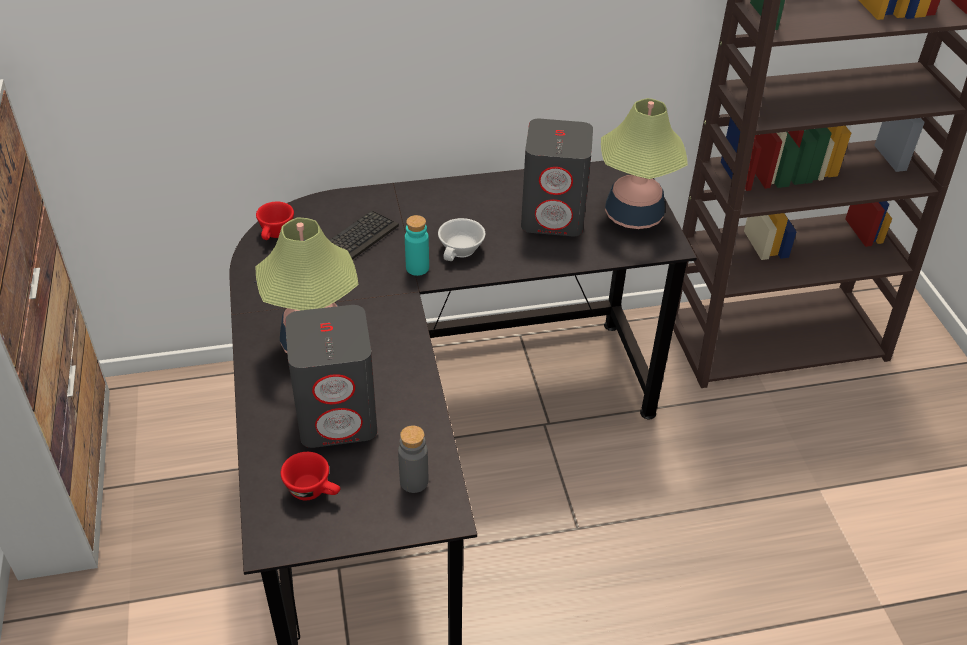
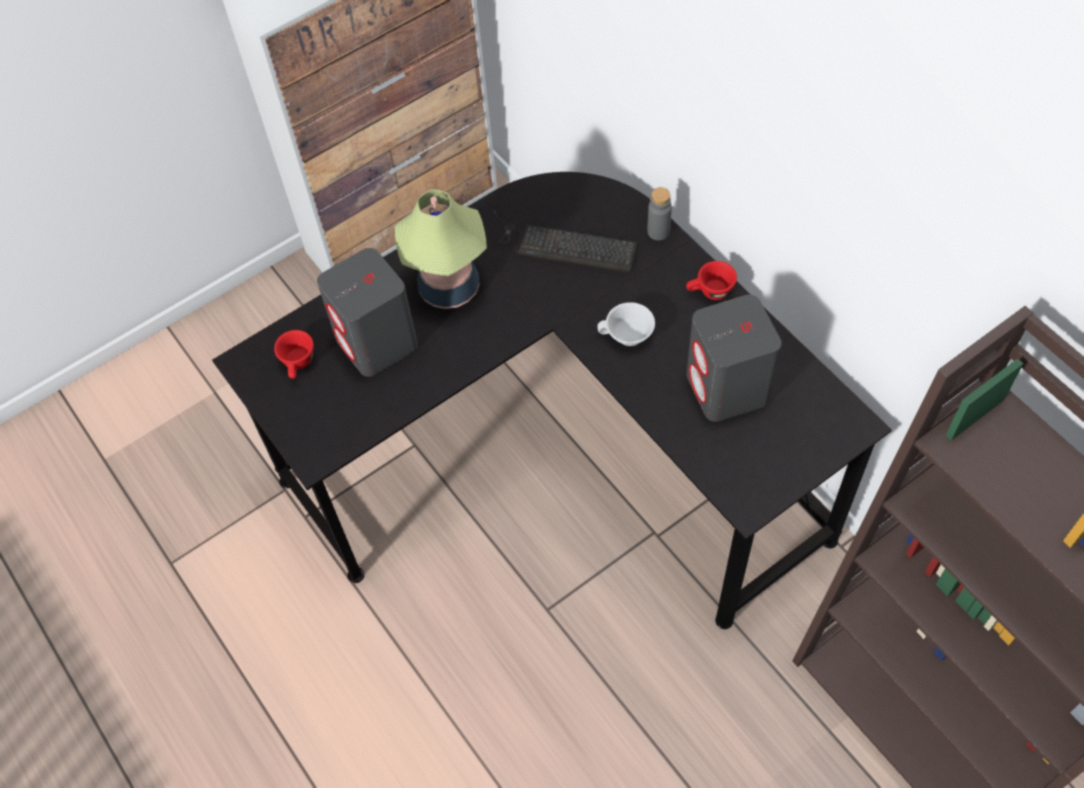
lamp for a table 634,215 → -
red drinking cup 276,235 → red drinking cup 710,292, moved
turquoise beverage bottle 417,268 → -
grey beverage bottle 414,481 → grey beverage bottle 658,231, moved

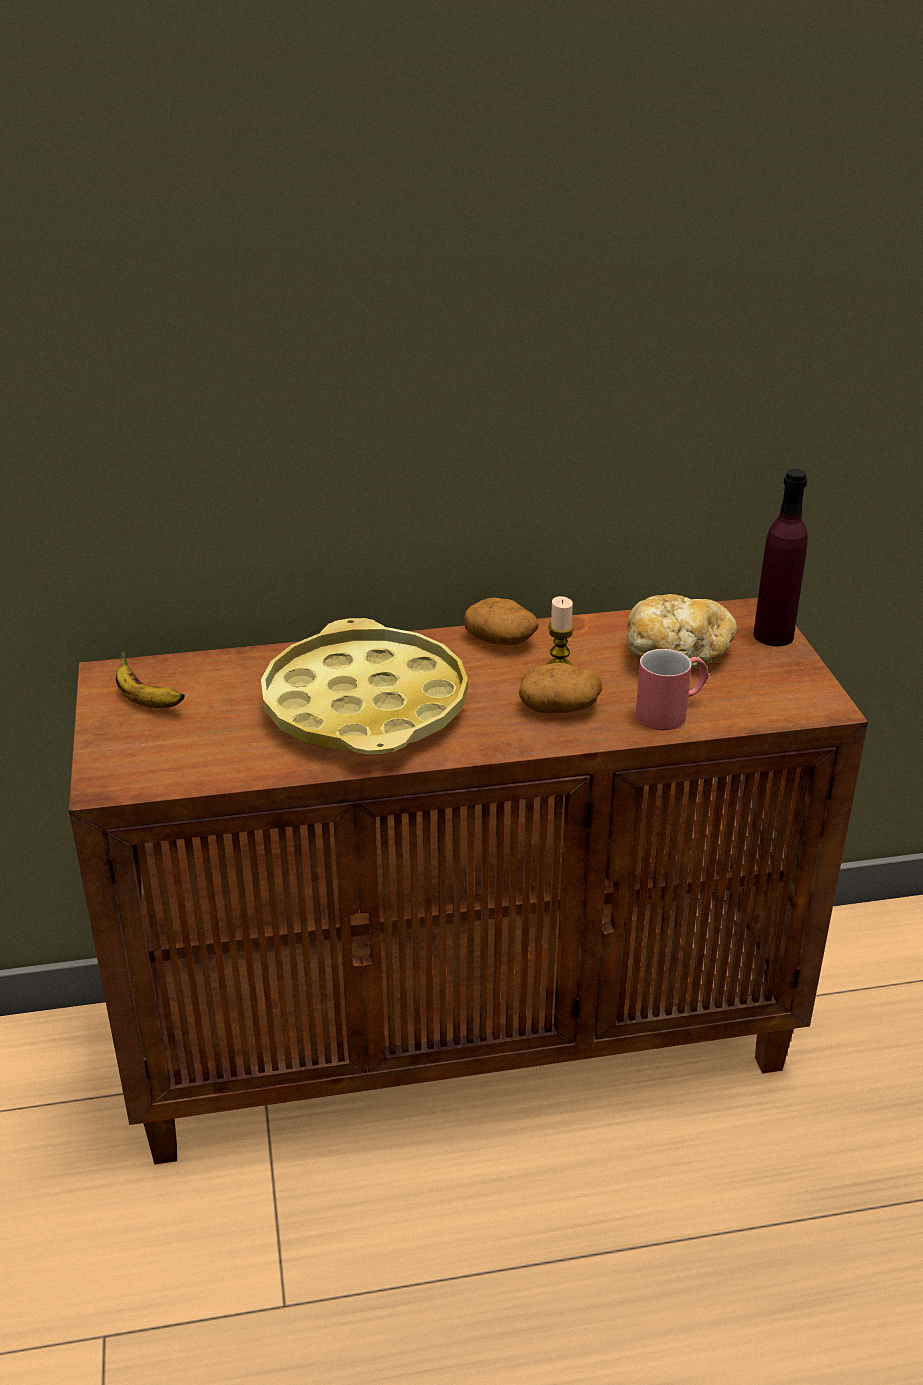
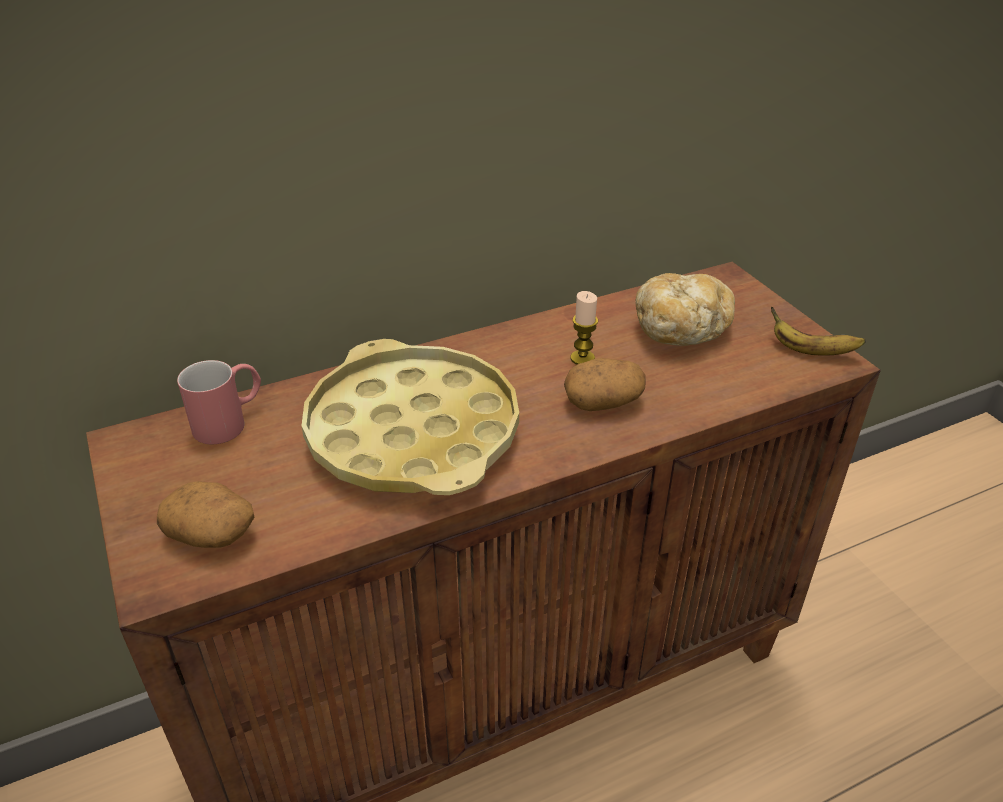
purple-coloured beverage bottle 773,636 → -
whole potato 501,640 → whole potato 212,533, moved
banana 146,702 → banana 810,351, moved
red coffee mug 671,712 → red coffee mug 230,421, moved

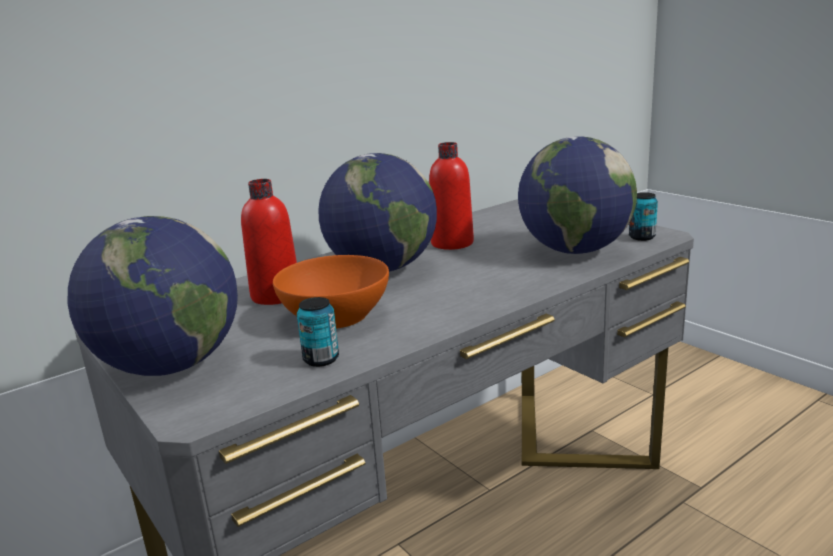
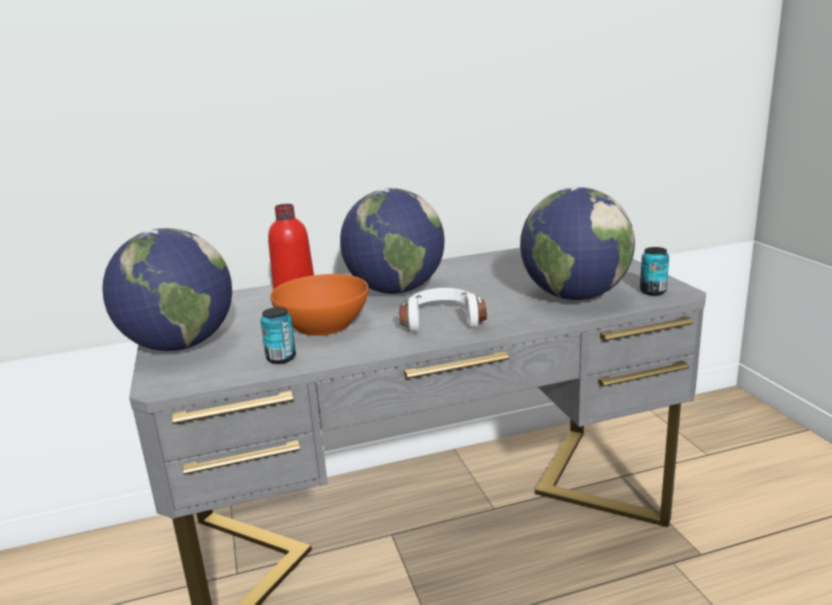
red beverage bottle 452,243 → -
- → whitish headphones 442,320

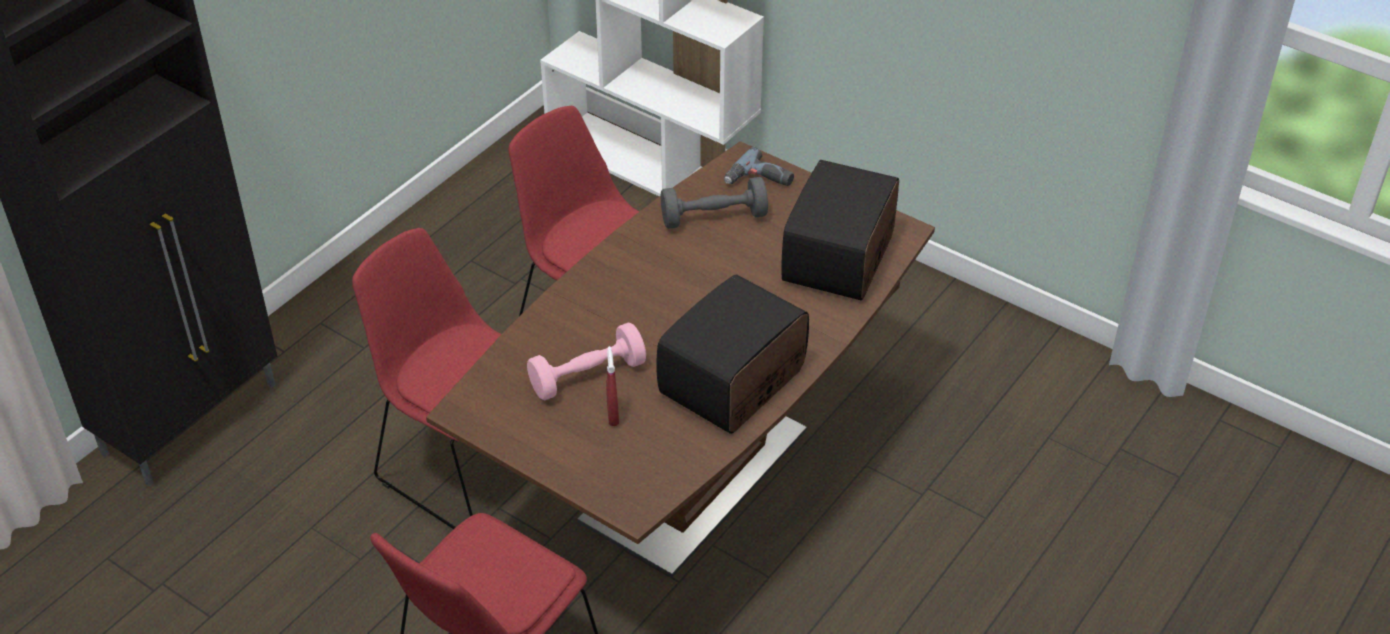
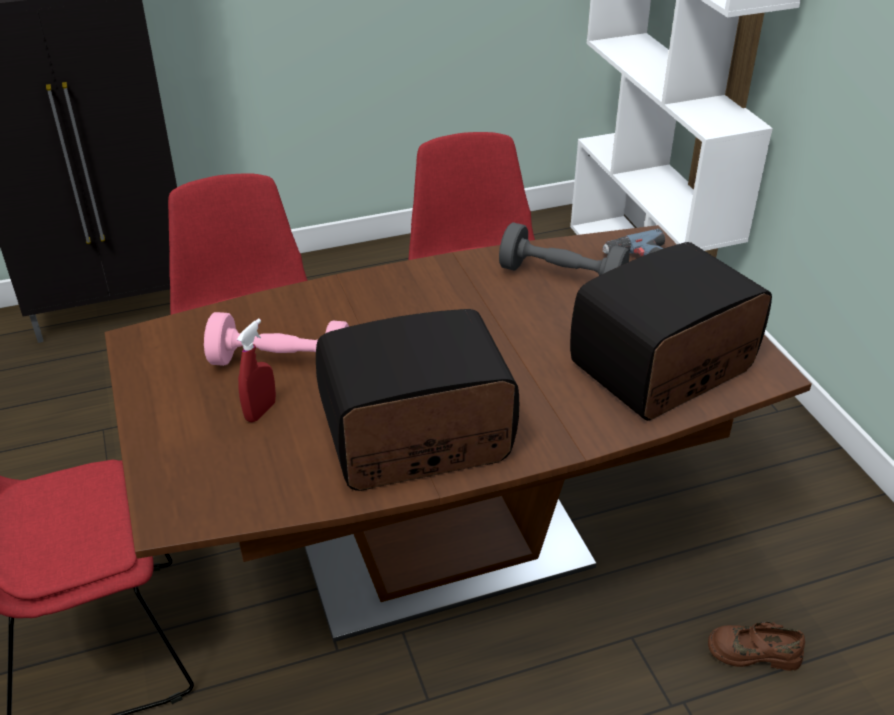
- → brown low shoe 753,651

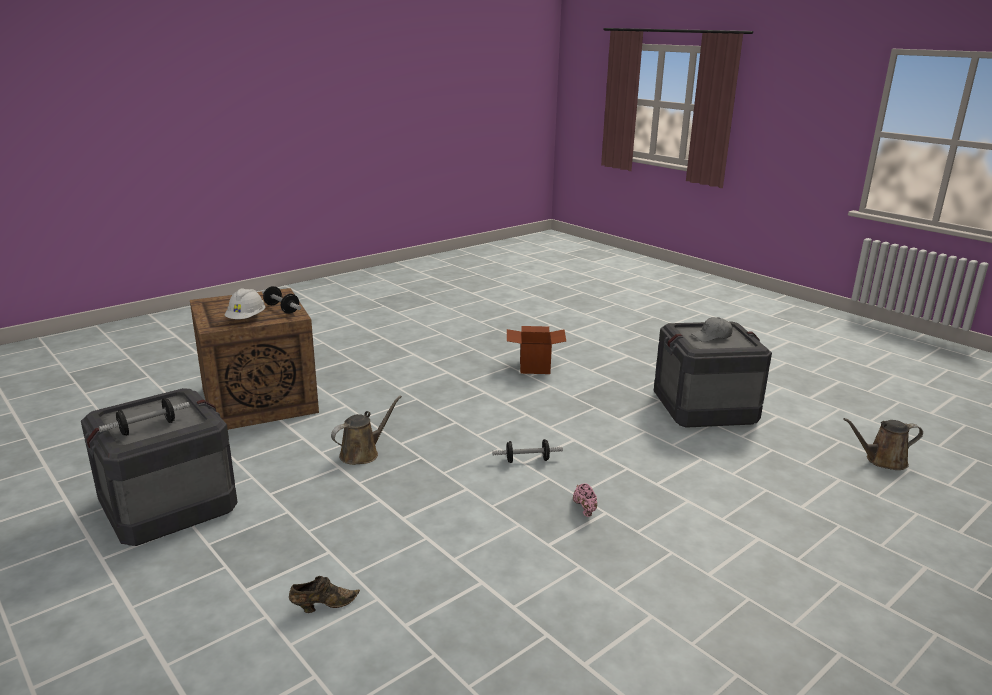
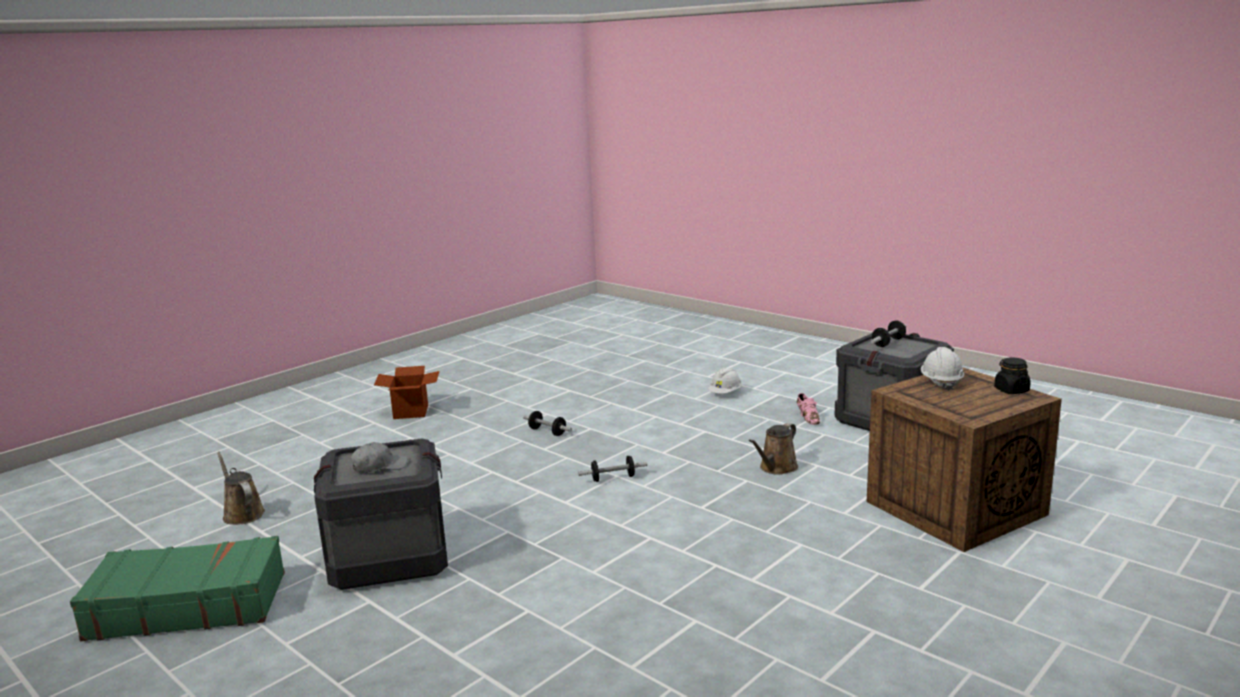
free weight 282,309 → free weight 547,432, moved
carton 535,367 → carton 410,412, moved
brown sprinkling can 882,461 → brown sprinkling can 242,513, 120 degrees counterclockwise
pink low shoe 584,508 → pink low shoe 808,418, moved
brown low shoe 323,605 → whitish work helmet 725,393
- → blackish storage jar 1011,390
- → green-coloured piece of luggage 188,605

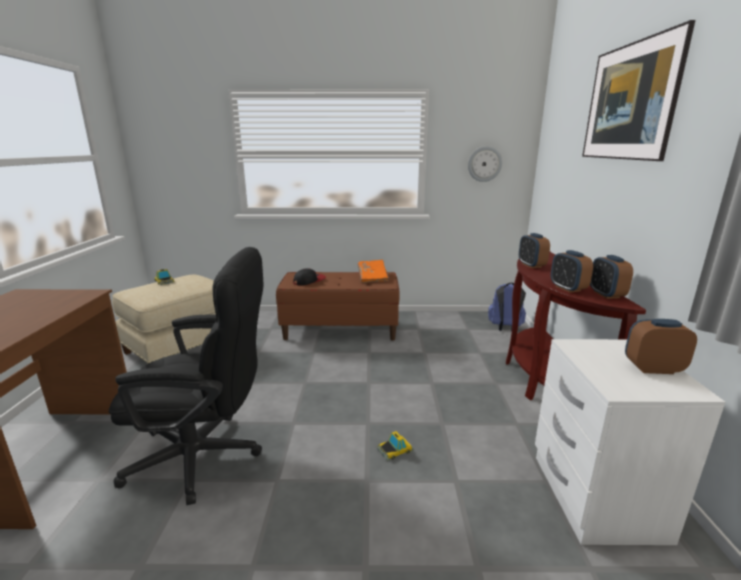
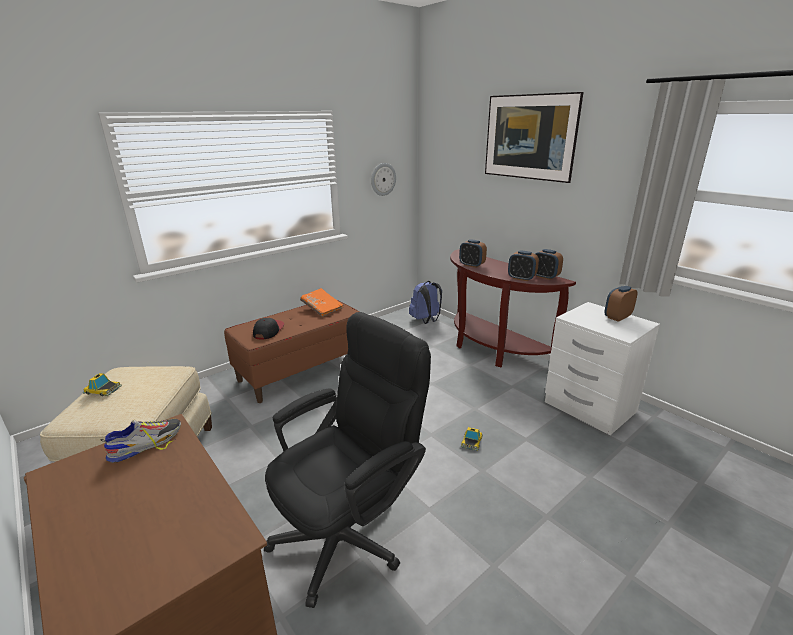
- → low shoe 147,443

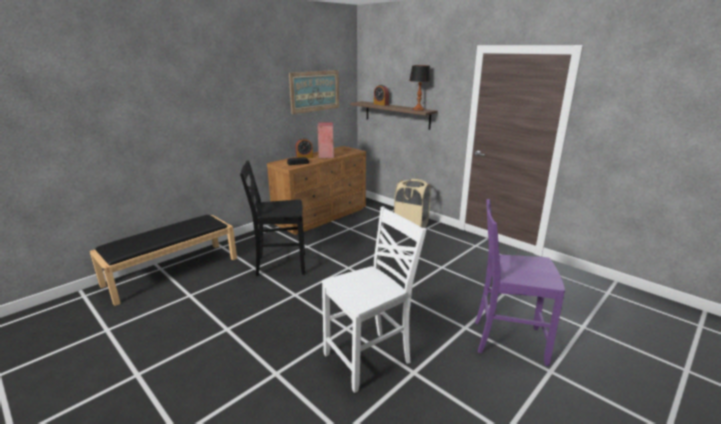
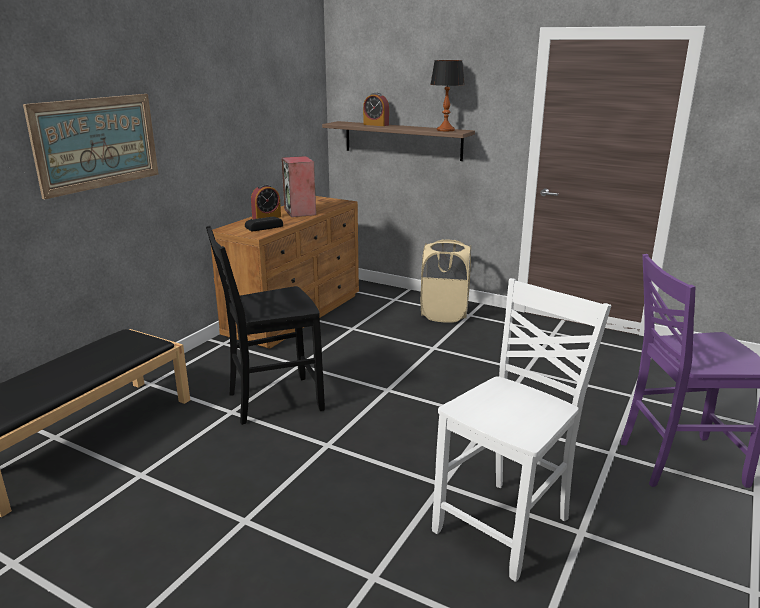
wall picture 315,91 → wall picture 97,143, moved

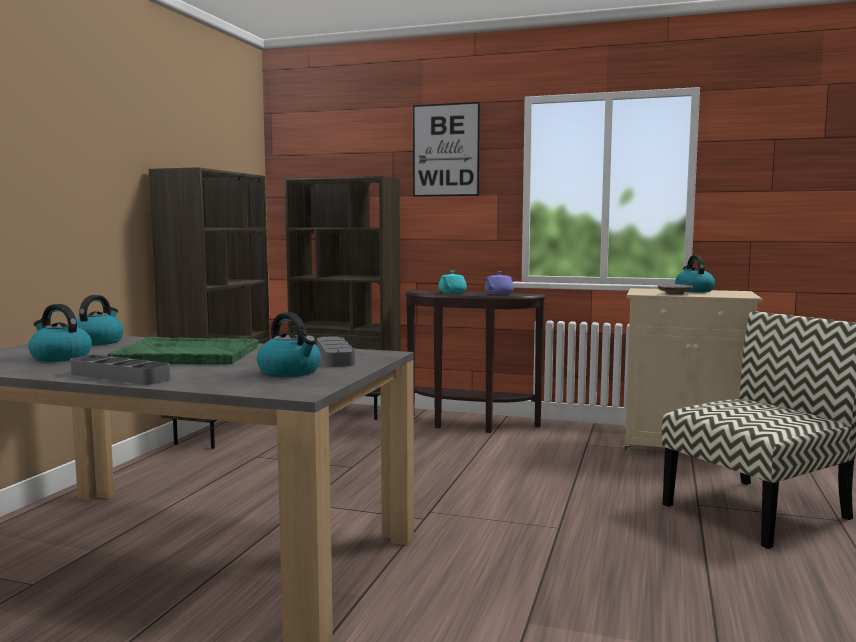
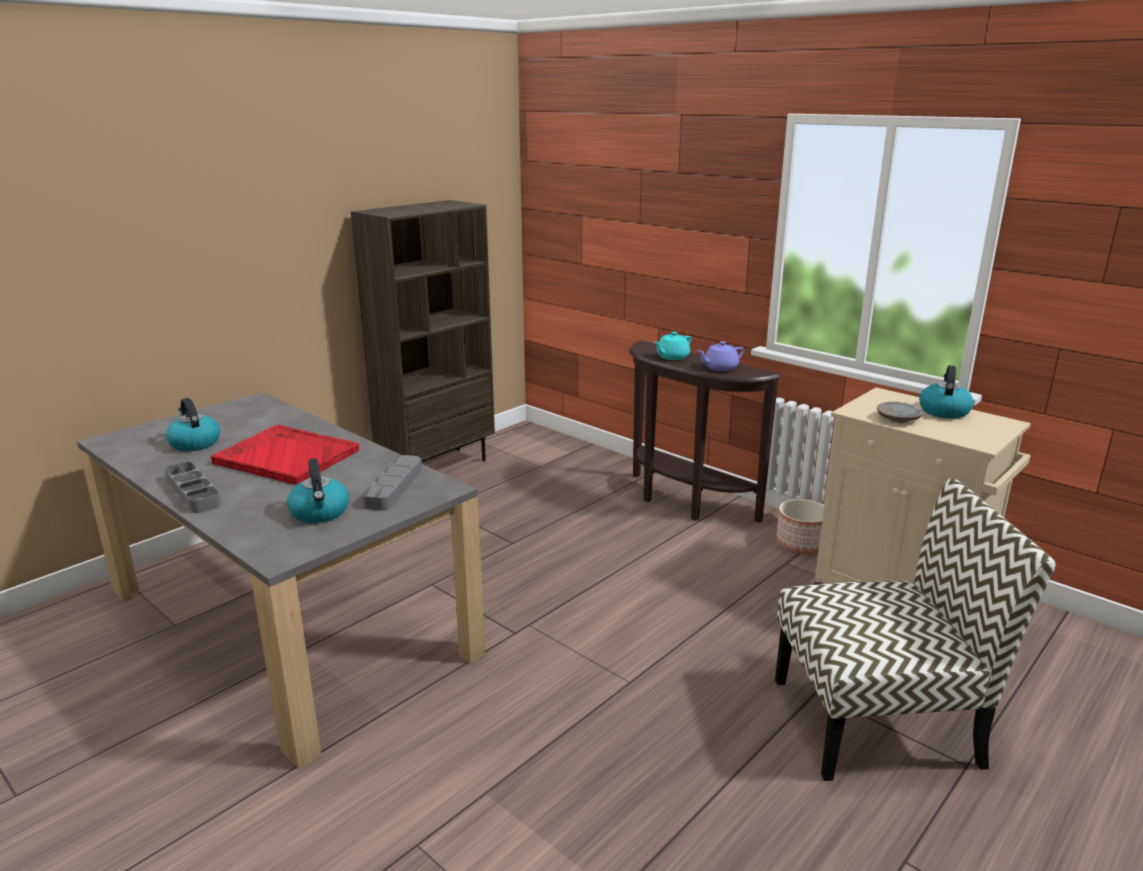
wall picture 446,150 → -
brown shelving unit 347,411 → -
water kettle 97,342 → -
green-coloured tray 186,354 → red tray 286,456
- → plant pot 801,544

